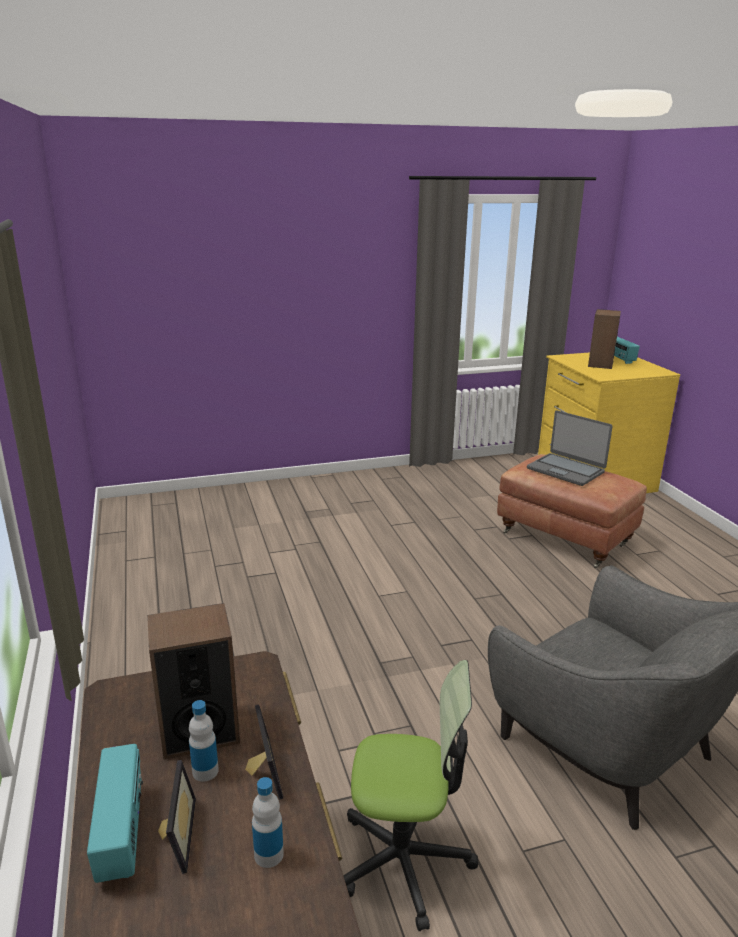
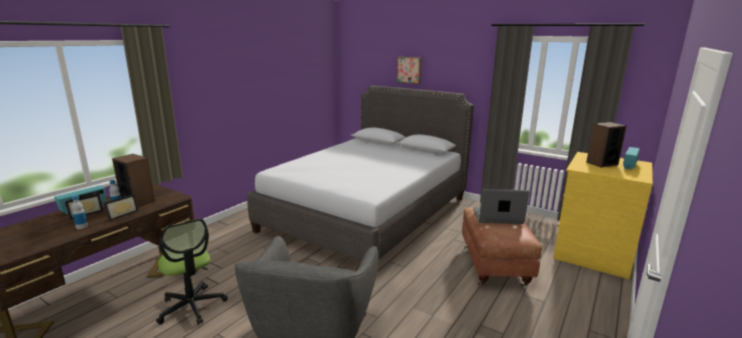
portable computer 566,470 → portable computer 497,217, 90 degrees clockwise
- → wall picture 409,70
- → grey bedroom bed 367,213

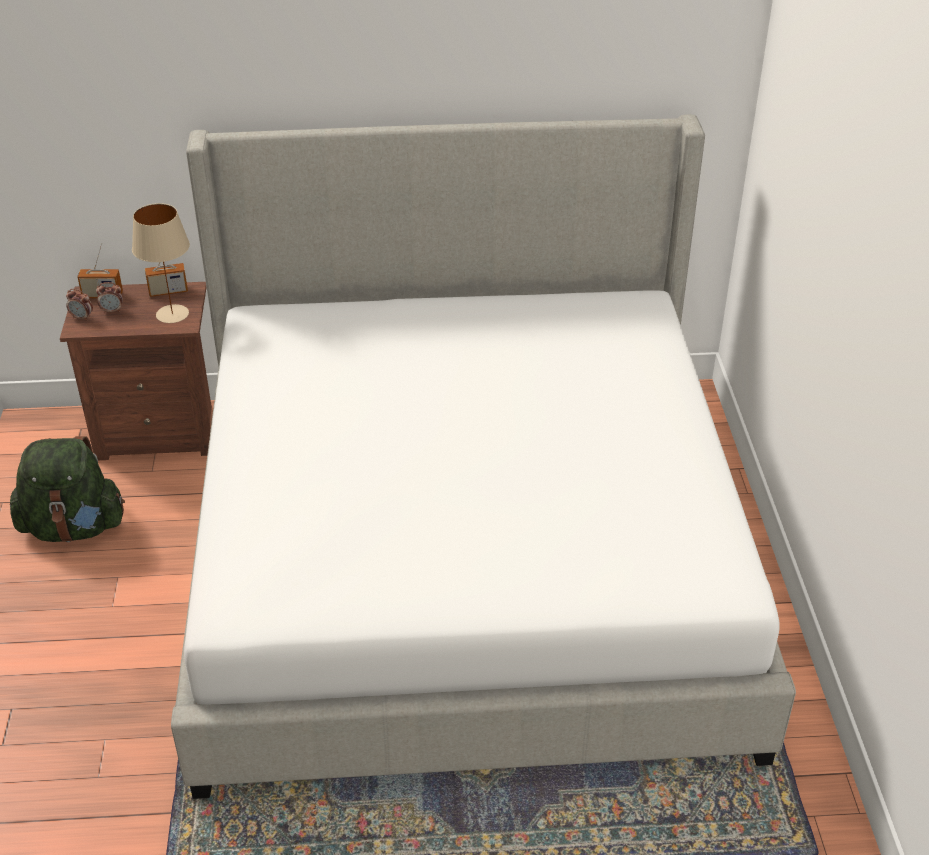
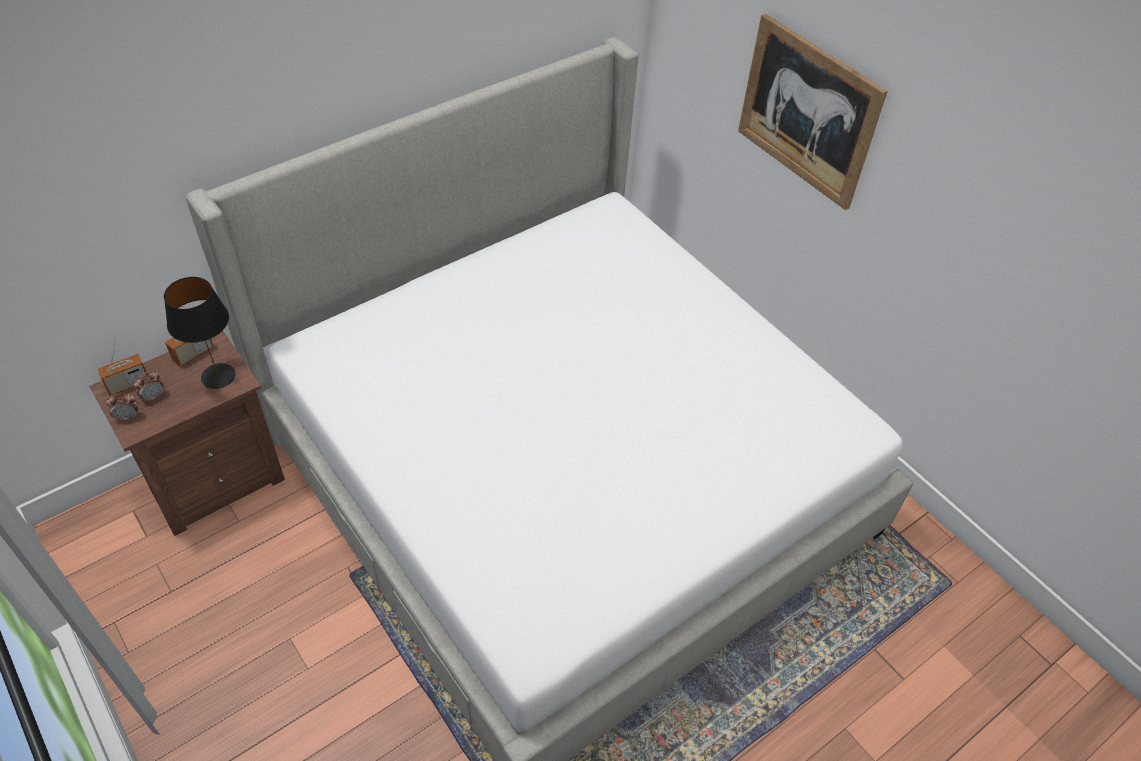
beige-coloured lamp for a table 172,313 → blackish lamp for a table 218,375
green-coloured rucksack 74,527 → -
- → wall picture 807,112

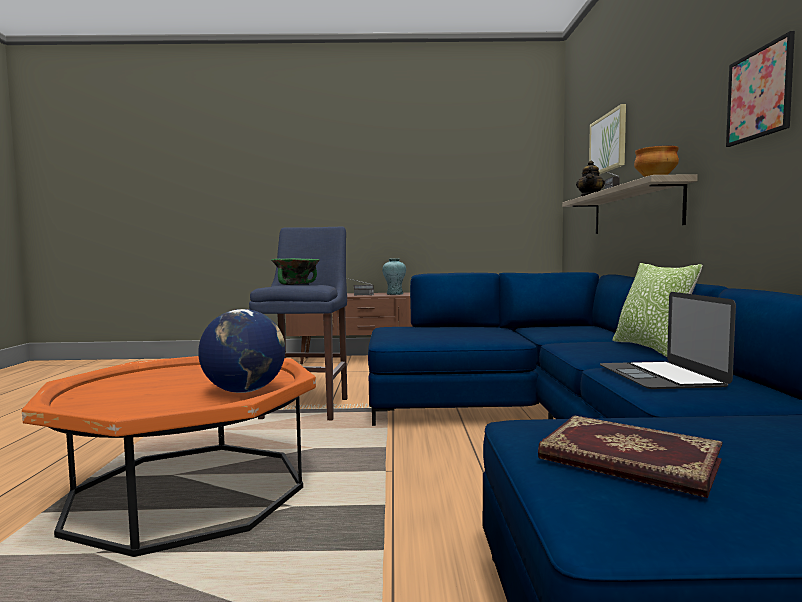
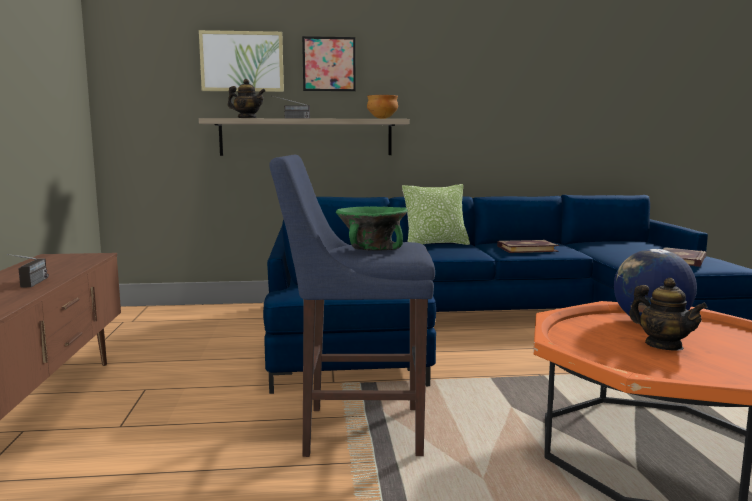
wall picture 759,94 → wall picture 329,64, moved
turquoise decorative vase 394,294 → -
portable computer 660,375 → volume 526,249
- → pot for tea 663,346

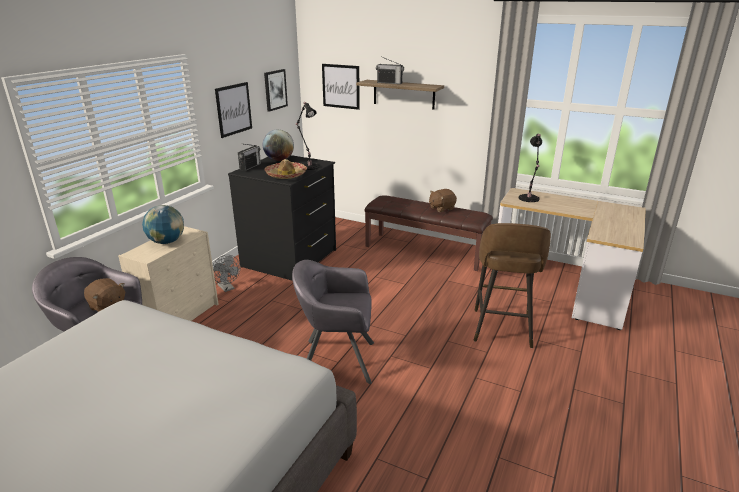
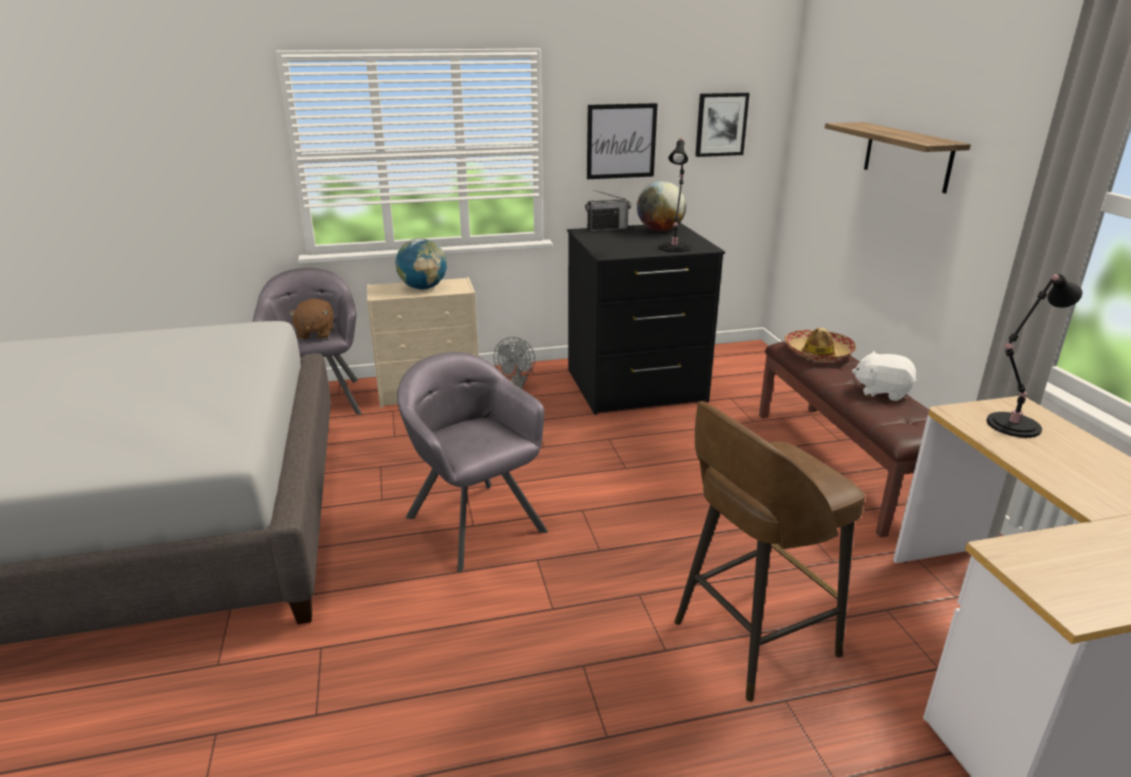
radio 389,83 → -
wall picture 341,86 → -
hat 286,175 → hat 817,353, moved
brown soft toy 441,208 → whitish soft toy 882,392

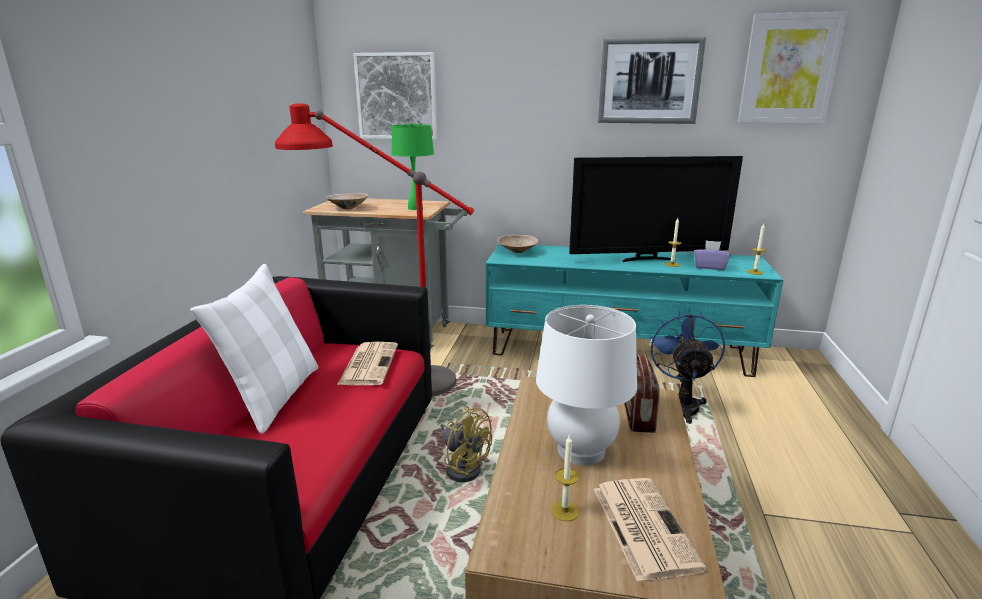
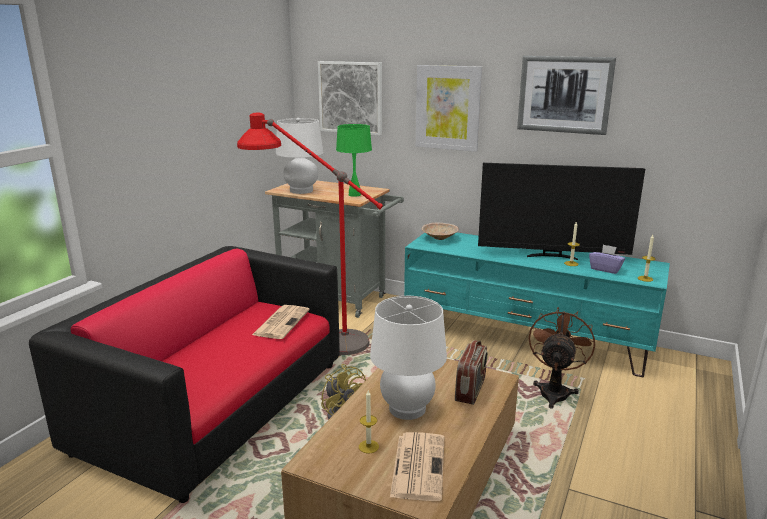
wall picture 789,69 → wall picture 448,108, moved
beige-coloured serving bowl 348,208 → whitish lamp for a table 301,191
whitish cushion 274,397 → -
blue electric fan 681,404 → brown electric fan 555,391

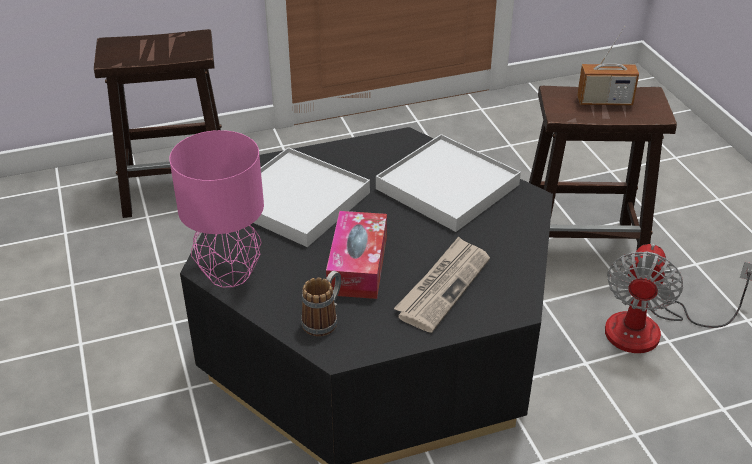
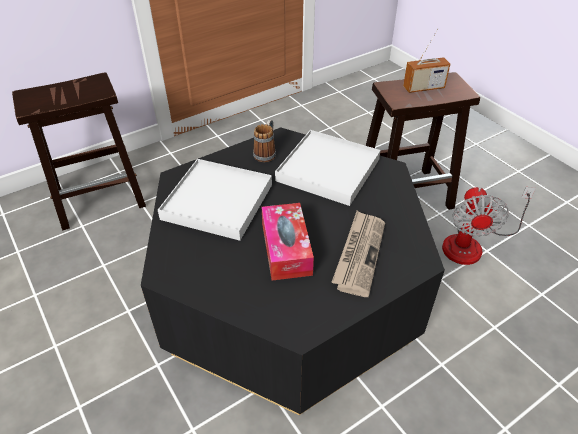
pink lamp for a table 231,274 → -
coffee mug 324,319 → coffee mug 266,153, moved

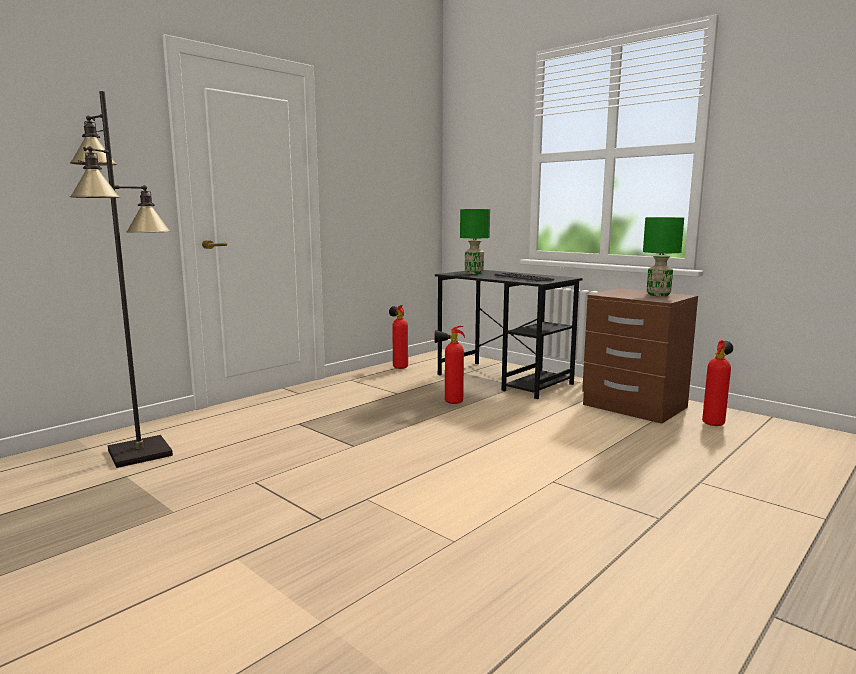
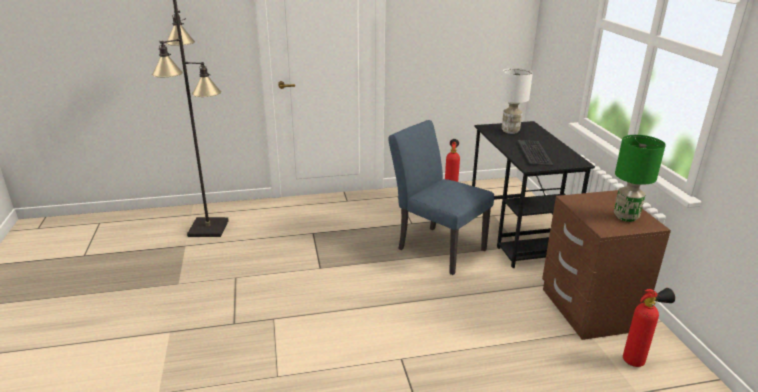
green-coloured lamp for a table 473,273 → whitish lamp for a table 510,131
extinguisher 449,402 → blue chair 436,247

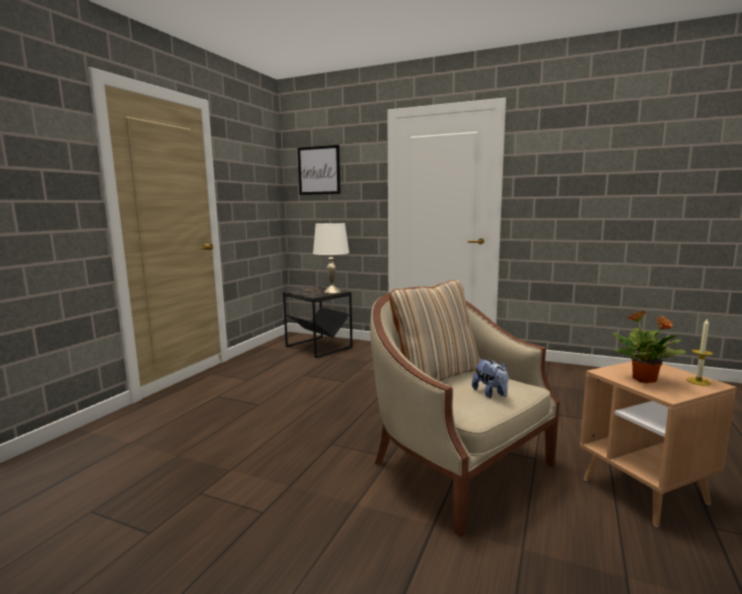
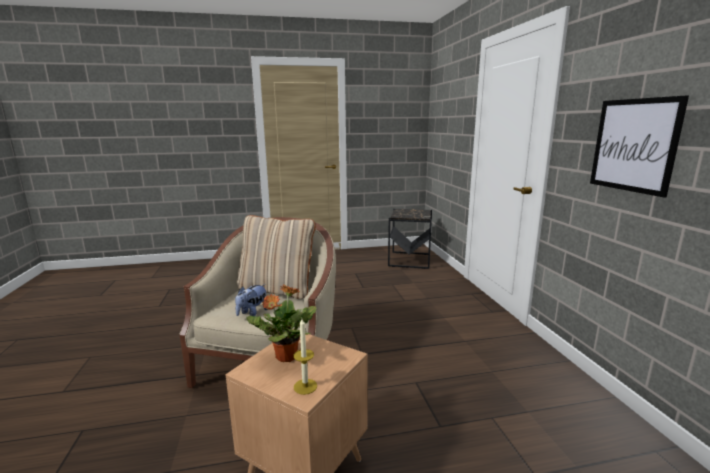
wall picture 319,170 → wall picture 633,145, moved
whitish lamp for a table 332,291 → -

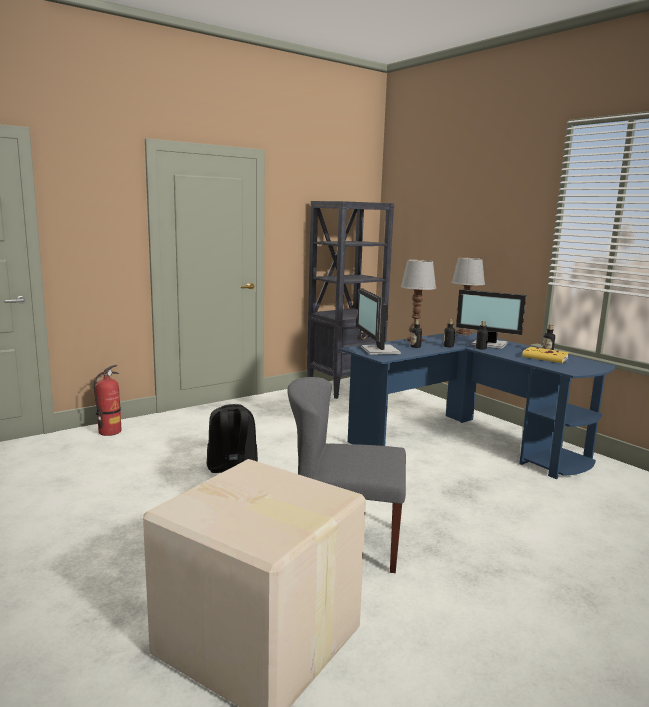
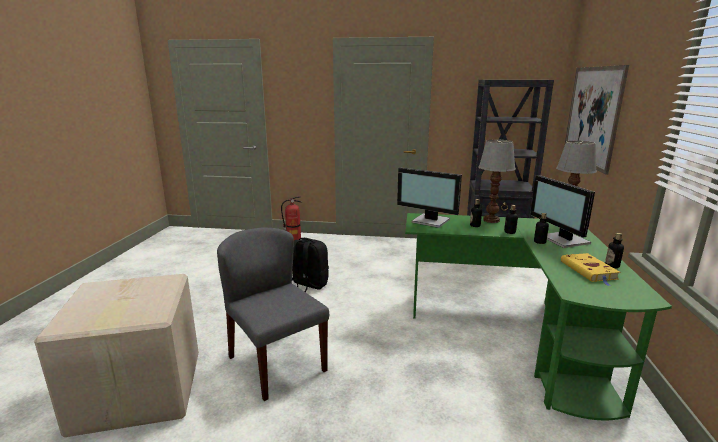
monitor 378,350 → monitor 430,221, 90 degrees counterclockwise
blue desk 467,442 → green-coloured desk 517,334
- → wall picture 591,115

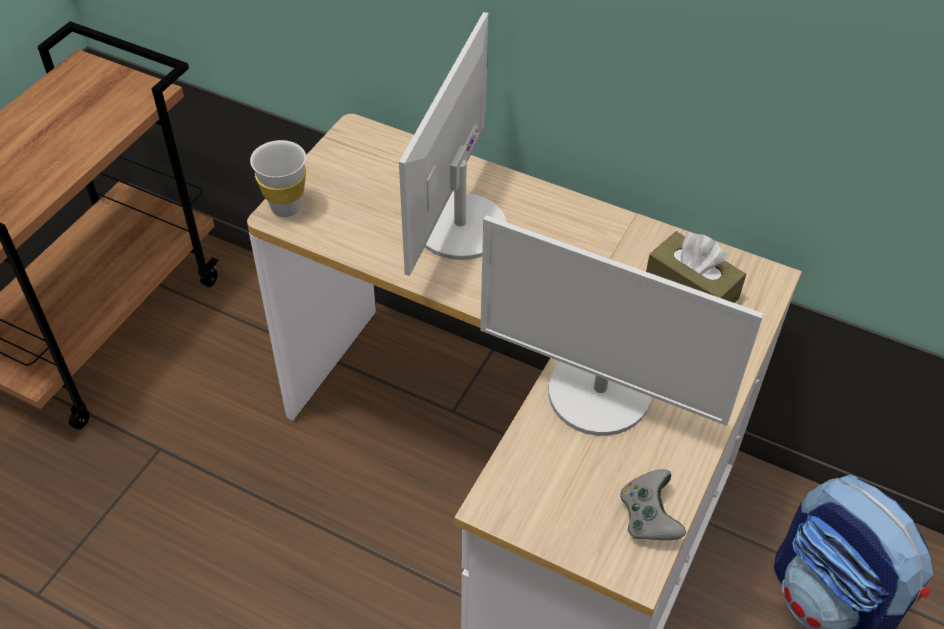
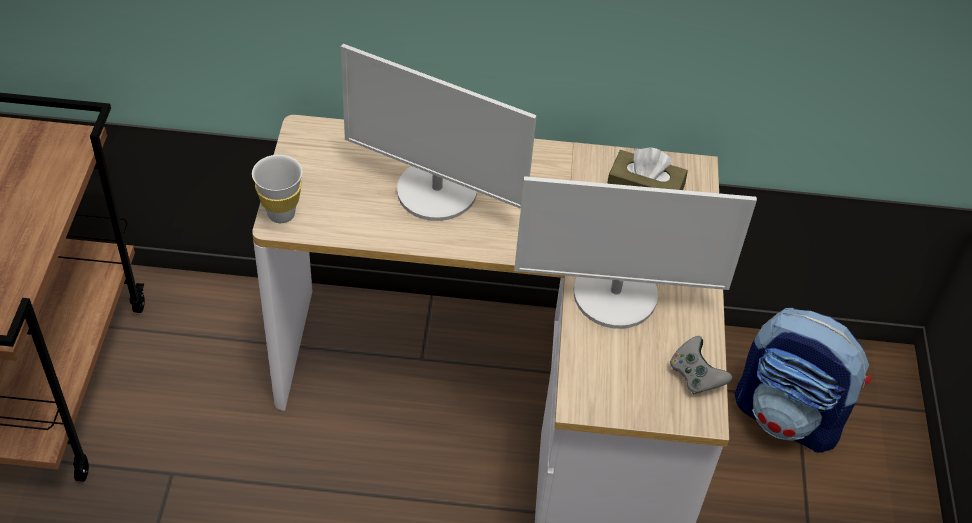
monitor 458,227 → monitor 437,191, 60 degrees counterclockwise

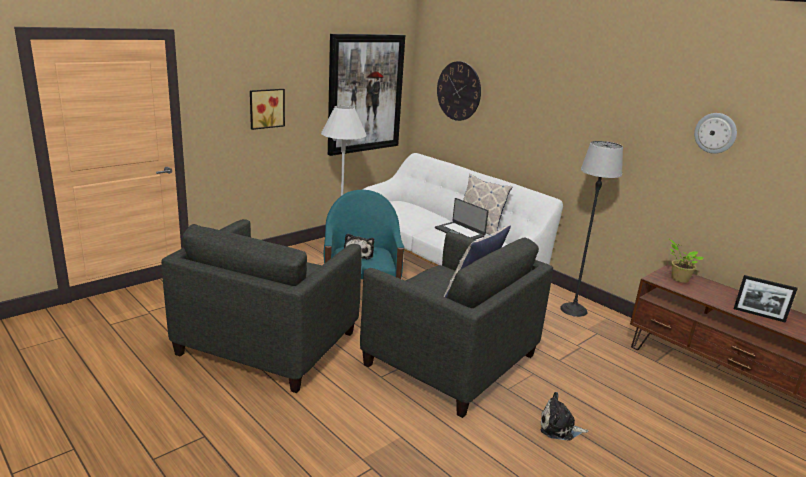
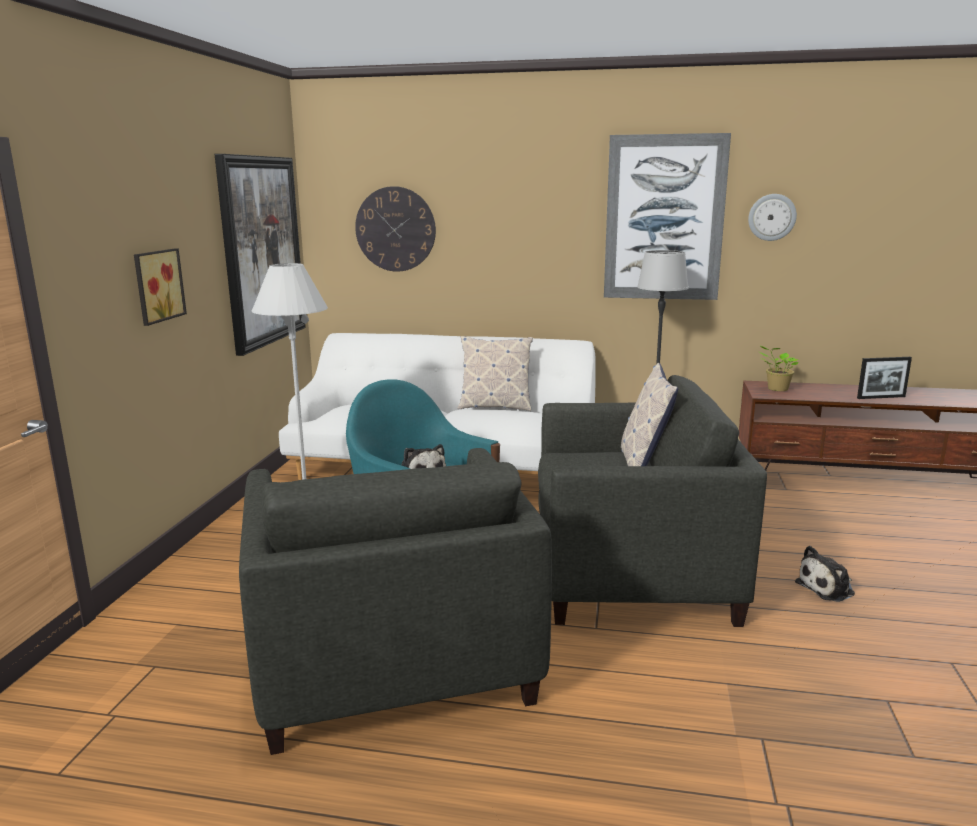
portable computer 460,232 → -
- → wall picture 664,218

